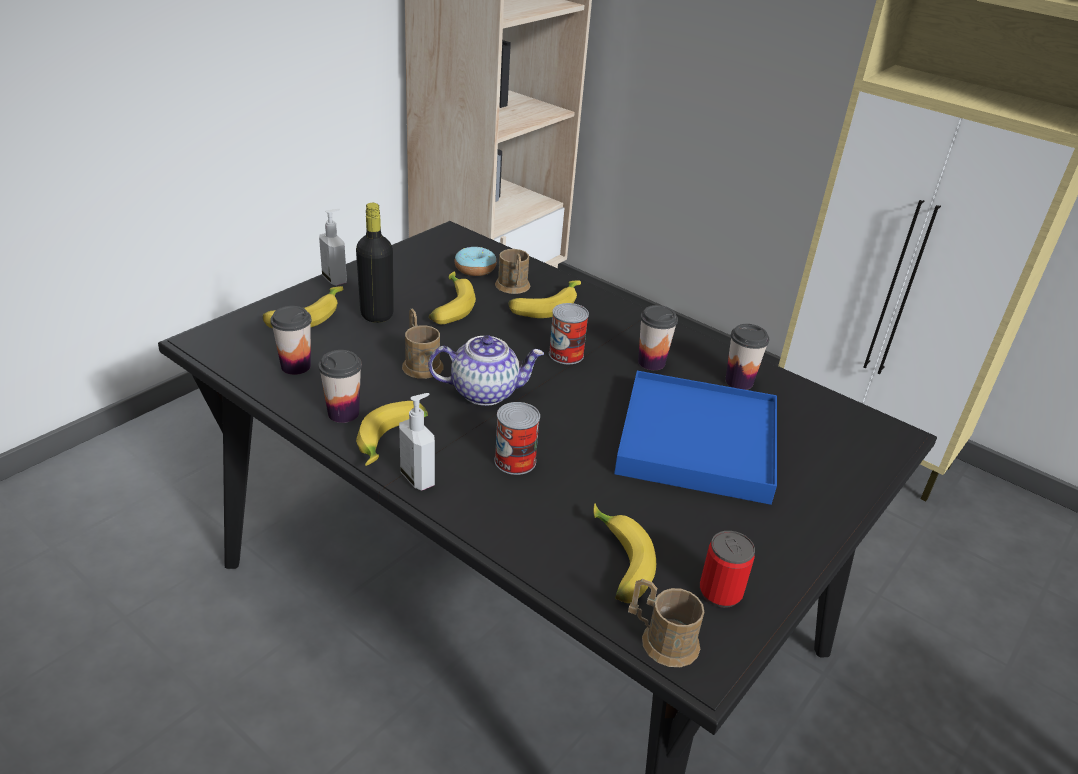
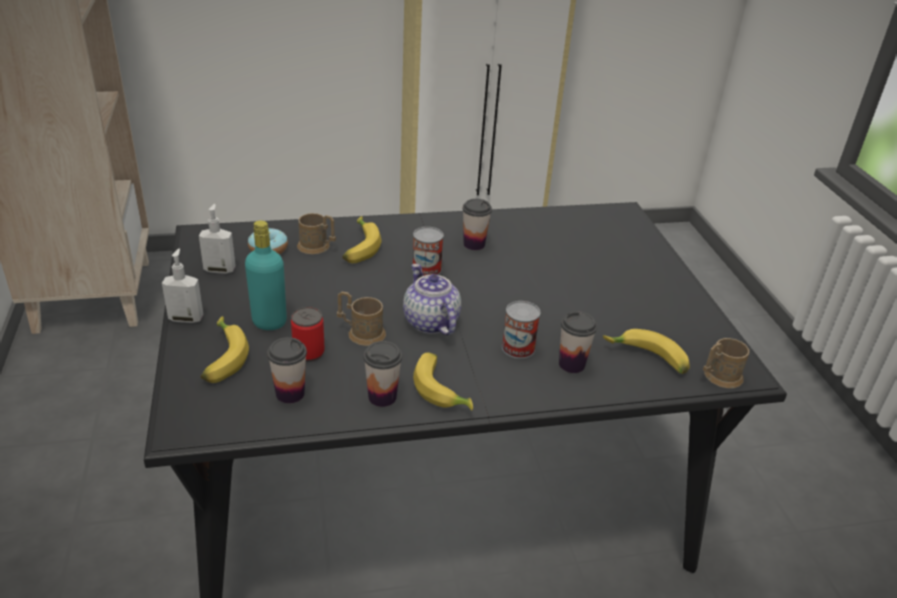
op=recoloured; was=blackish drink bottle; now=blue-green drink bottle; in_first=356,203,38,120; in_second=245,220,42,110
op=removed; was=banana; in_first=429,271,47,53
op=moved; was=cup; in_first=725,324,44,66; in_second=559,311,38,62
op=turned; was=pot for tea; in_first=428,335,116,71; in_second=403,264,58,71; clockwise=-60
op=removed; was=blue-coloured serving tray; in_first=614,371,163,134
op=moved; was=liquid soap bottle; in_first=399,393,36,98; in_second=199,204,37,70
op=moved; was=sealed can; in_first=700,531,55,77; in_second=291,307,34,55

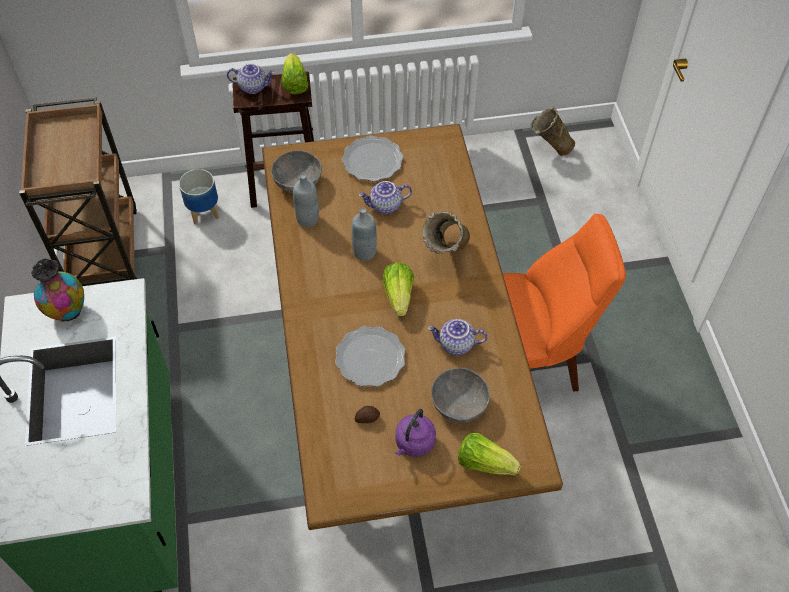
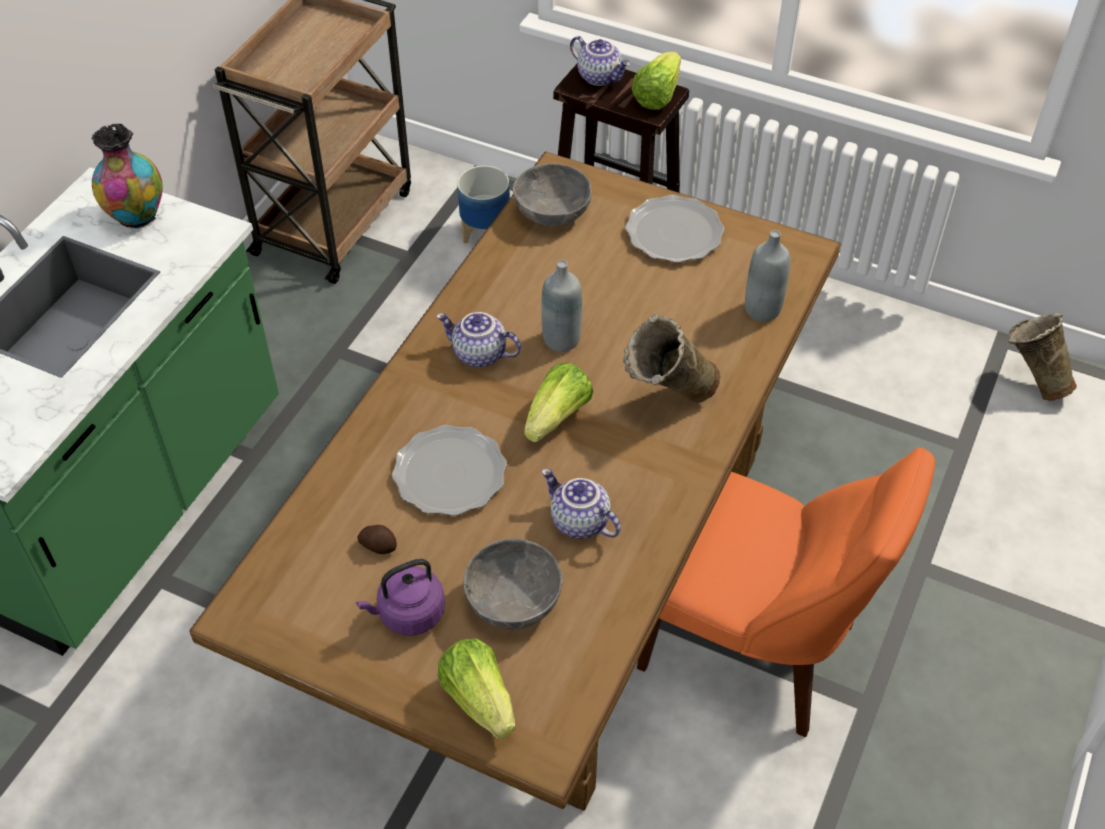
op=moved; was=greyish drink bottle; in_first=293,174,26,53; in_second=745,230,45,92
op=moved; was=pot for tea; in_first=359,181,53,33; in_second=436,312,85,55

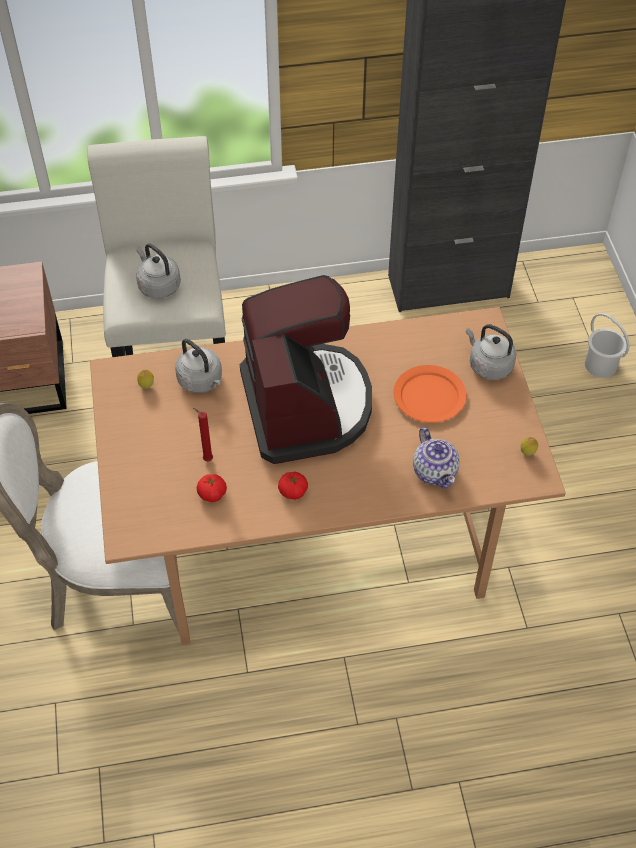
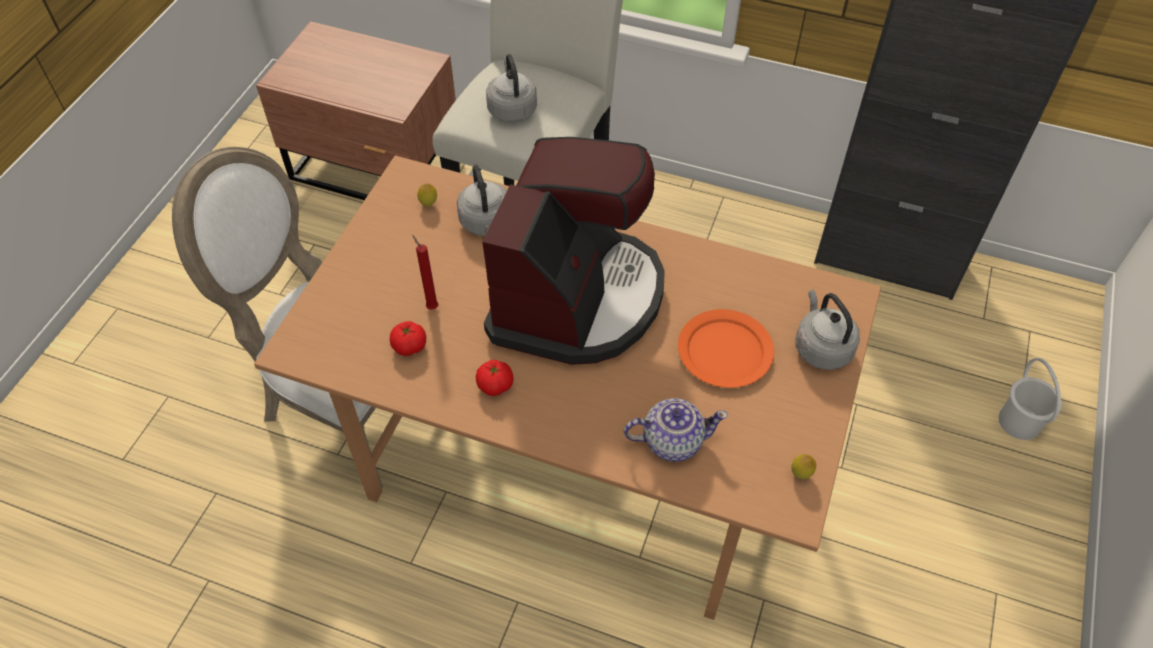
op=turned; was=pot for tea; in_first=413,427,47,62; in_second=624,398,104,64; clockwise=-105

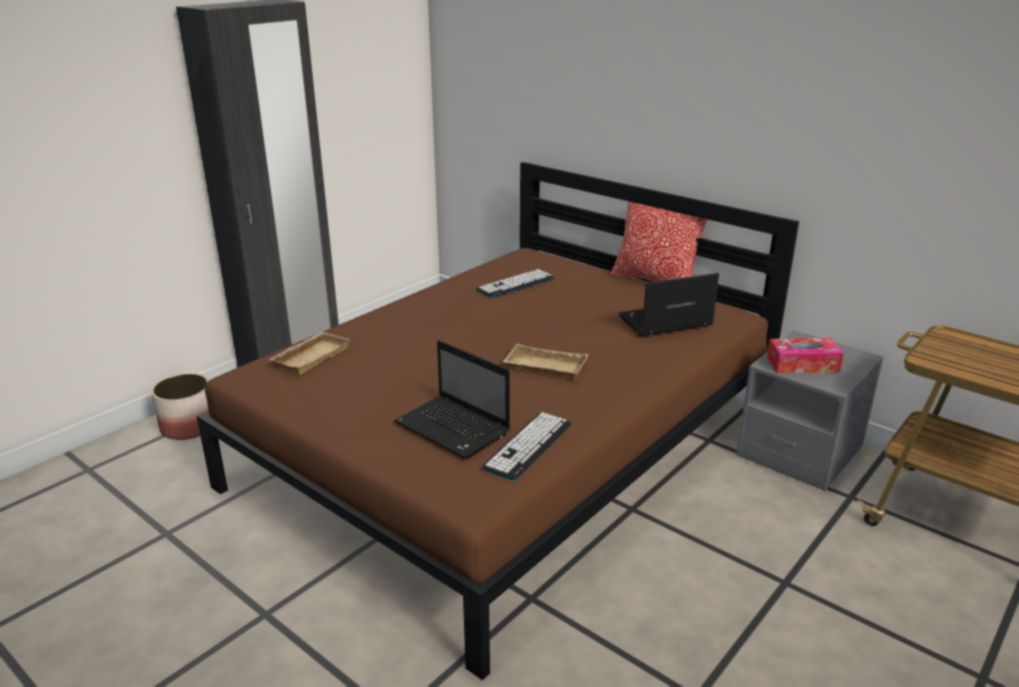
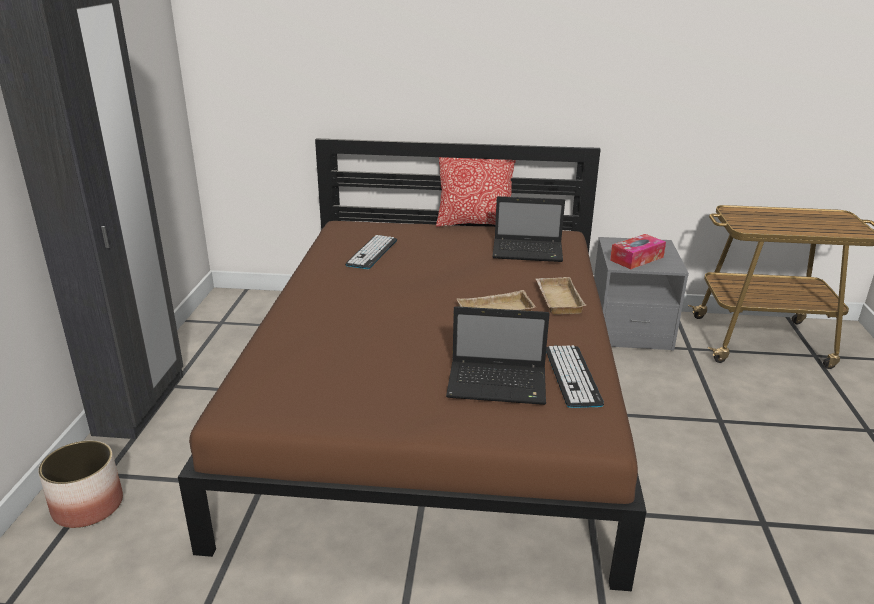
op=turned; was=portable computer; in_first=619,273,100,63; in_second=493,196,72,66; clockwise=-120
op=moved; was=sand-coloured serving tray; in_first=270,332,81,43; in_second=536,277,50,38

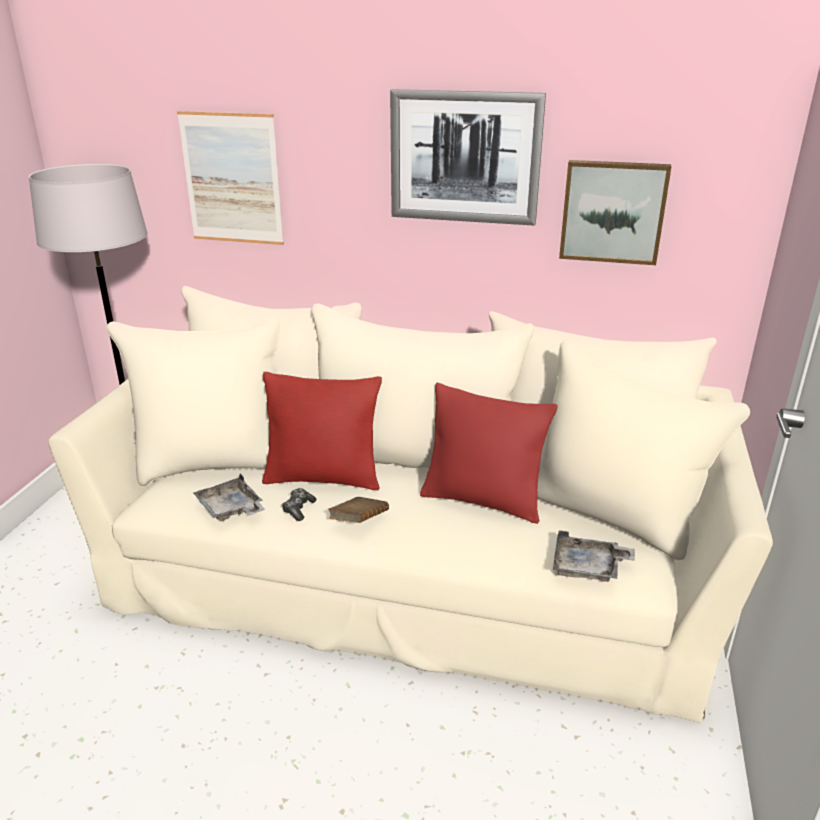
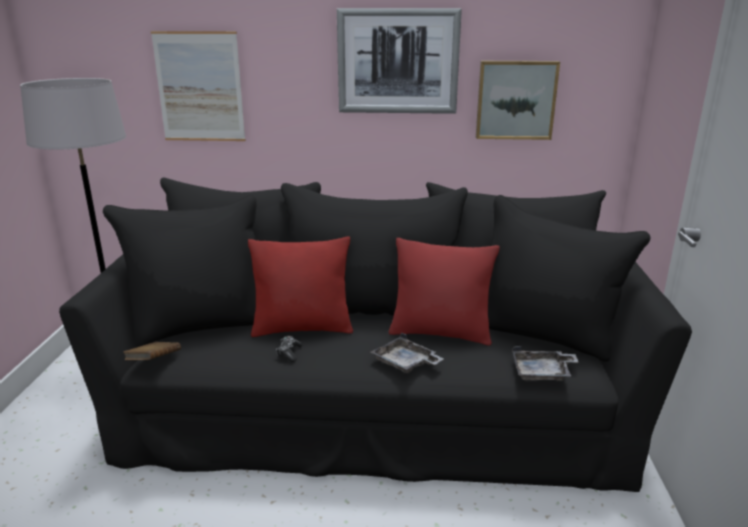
op=recoloured; was=sand-coloured couch; now=blackish couch; in_first=48,286,725,436; in_second=59,178,633,314
op=moved; was=greyish serving tray; in_first=193,474,72,47; in_second=371,333,72,40
op=moved; was=brown bound book; in_first=328,497,61,26; in_second=123,342,58,18

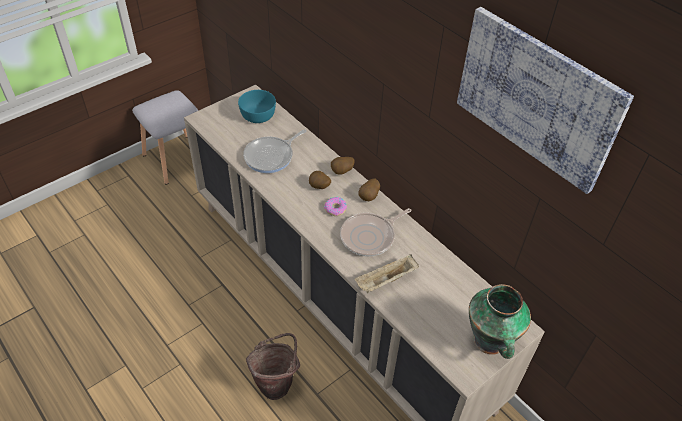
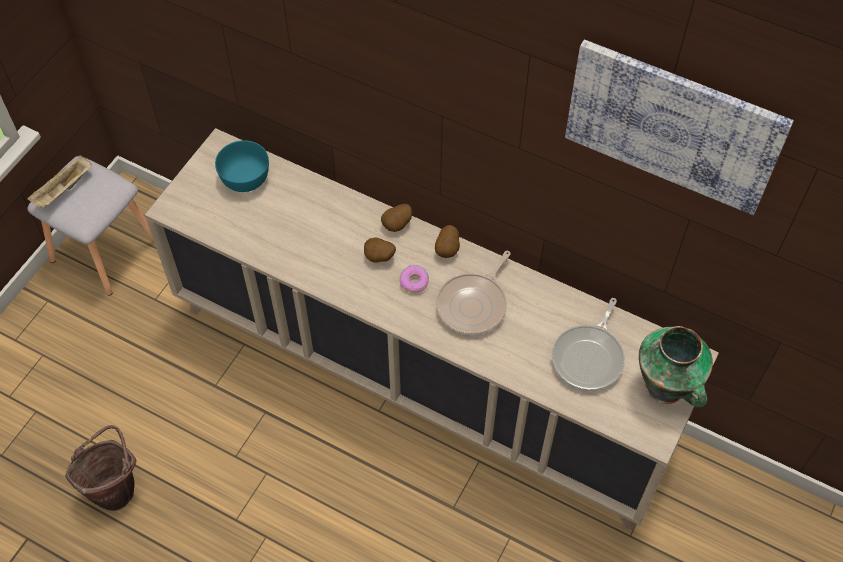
op=moved; was=pan; in_first=243,129,63,44; in_second=552,298,73,93
op=moved; was=sand-coloured serving tray; in_first=355,255,64,38; in_second=27,155,65,53
op=moved; was=brown bucket; in_first=246,333,54,67; in_second=65,425,71,86

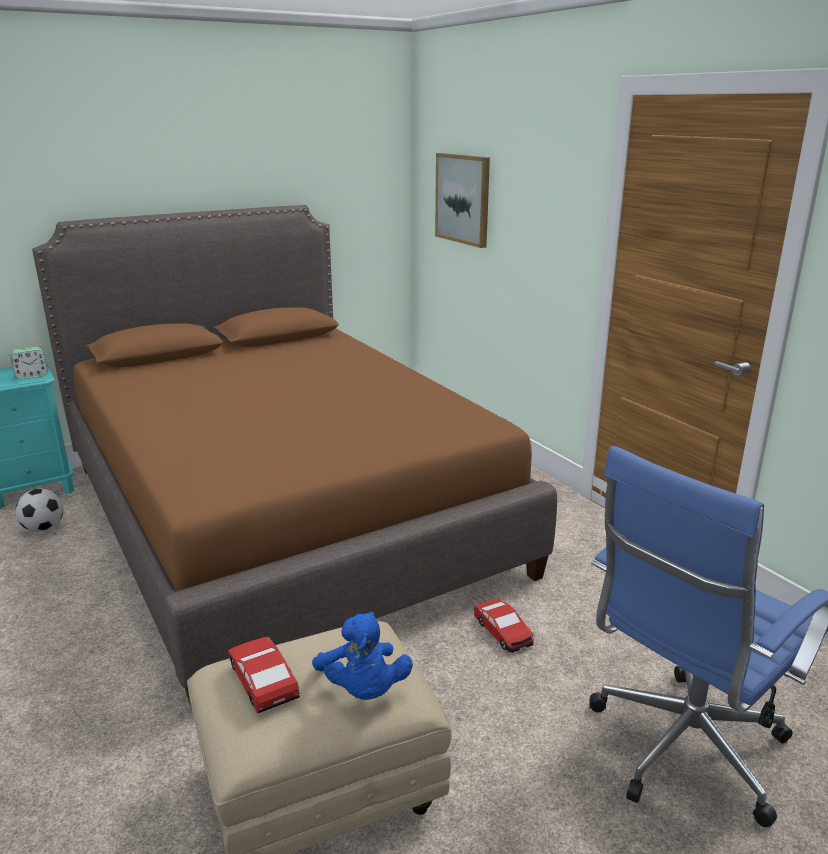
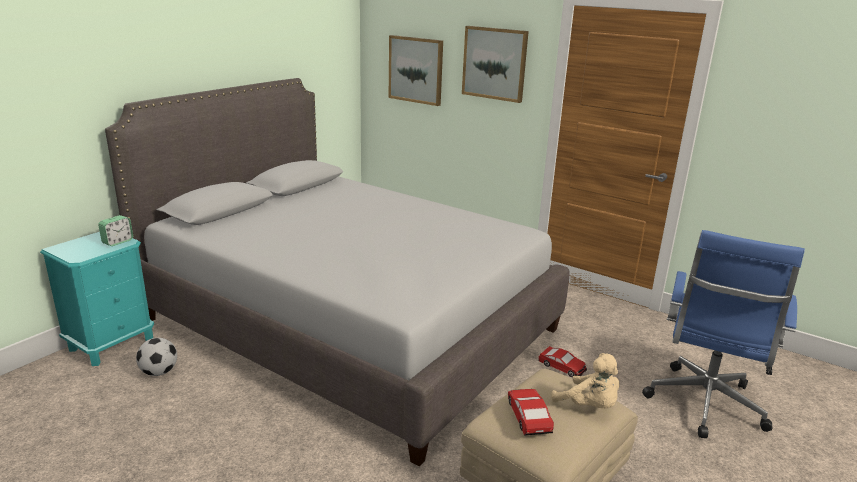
op=recoloured; was=brown sleeping bed; now=greyish sleeping bed; in_first=32,205,525,501; in_second=105,78,464,388
op=recoloured; was=blue-coloured soft toy; now=sand-coloured soft toy; in_first=312,612,101,88; in_second=551,353,68,55
op=turned; was=model car; in_first=228,637,72,76; in_second=508,389,46,46; clockwise=45
op=added; now=wall picture; in_second=462,26,67,77

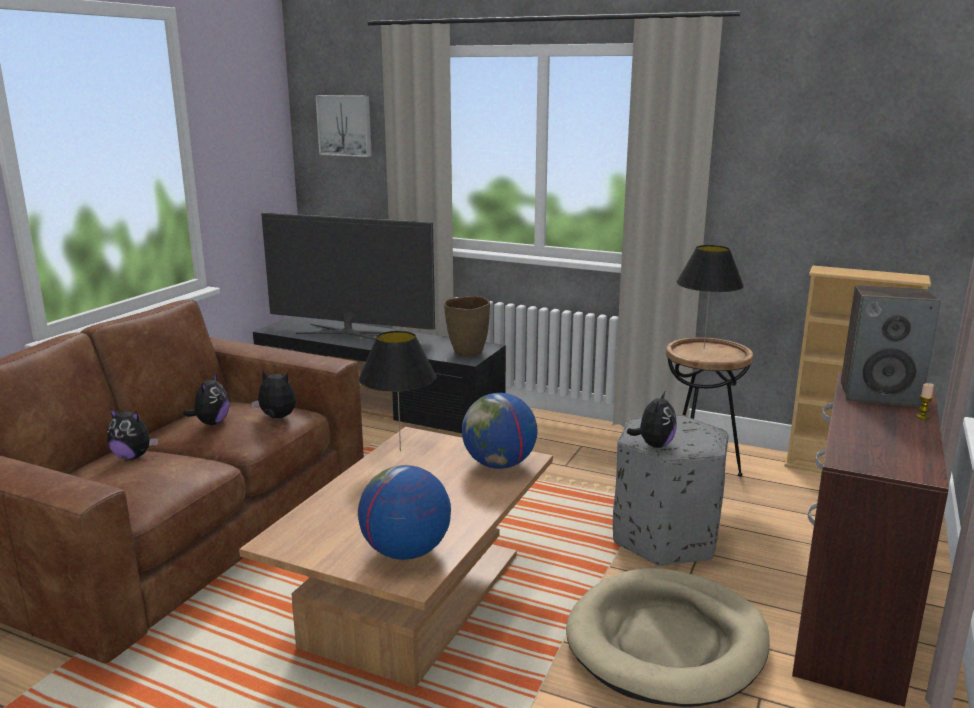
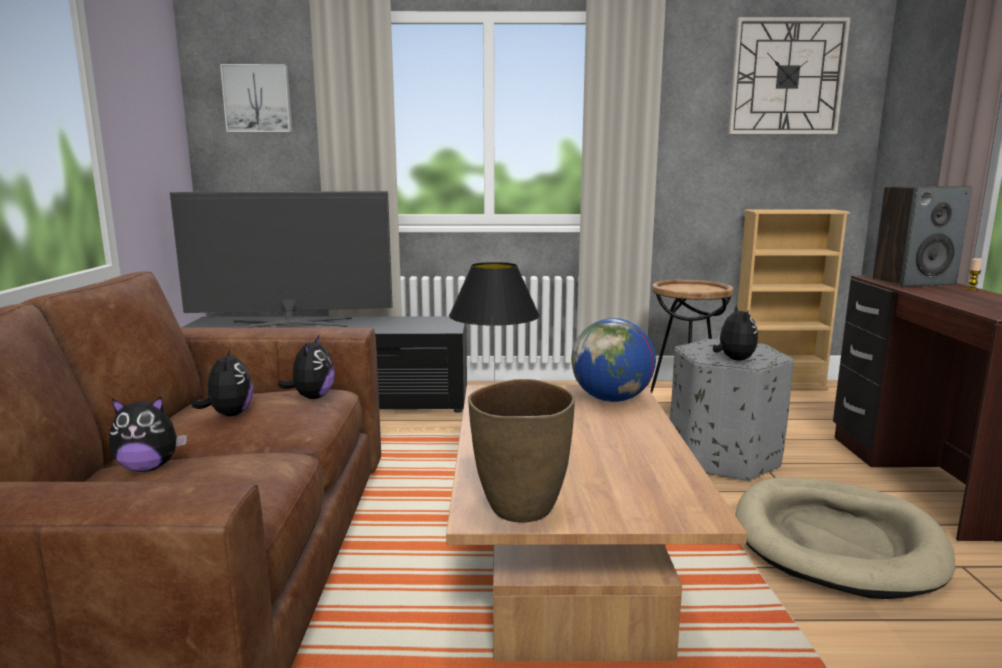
op=removed; was=blackish tabletop lamp; in_first=677,245,67,104
op=moved; was=brown vase; in_first=444,296,46,60; in_second=468,379,107,144
op=turned; was=soft toy; in_first=251,370,45,48; in_second=278,335,57,64; clockwise=105
op=removed; was=world globe; in_first=358,465,93,95
op=added; now=clock on the wall; in_second=728,17,123,117

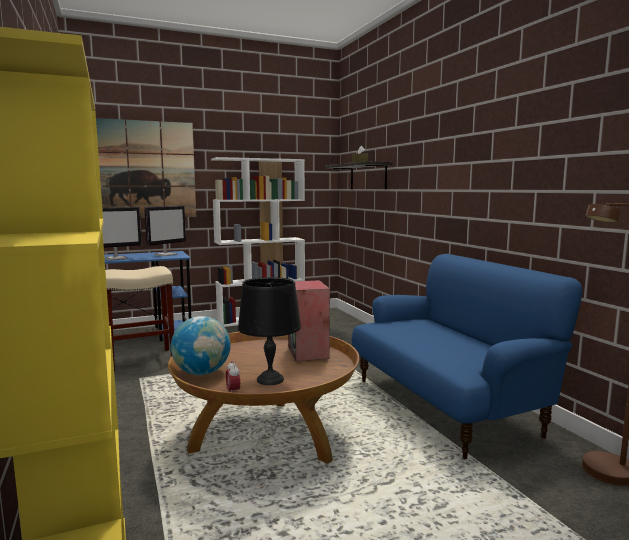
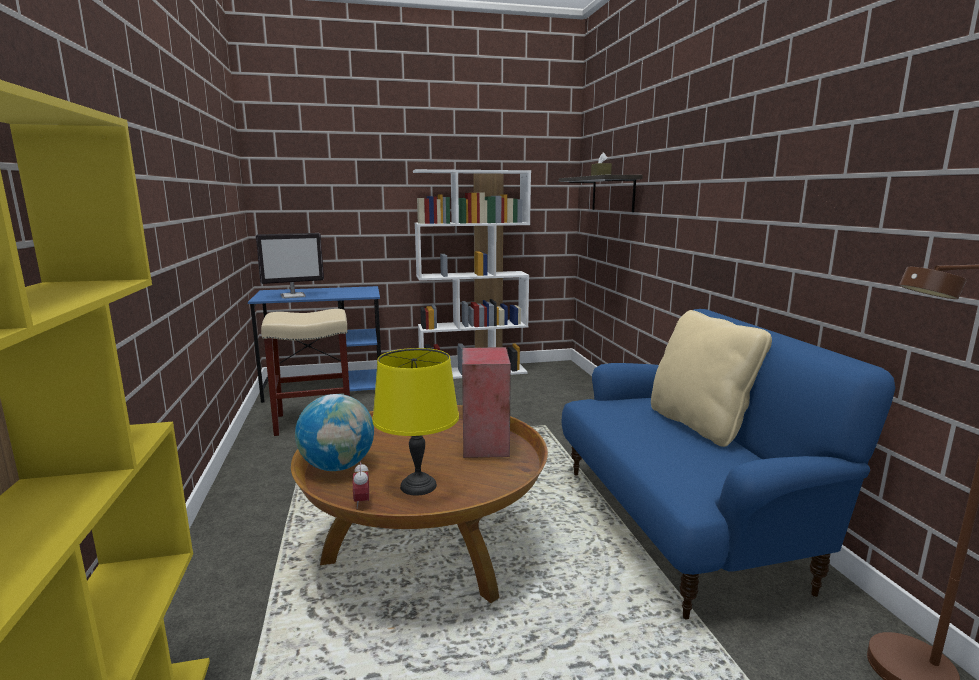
op=removed; was=wall picture; in_first=96,118,100,100
op=removed; was=monitor; in_first=144,205,42,51
op=recoloured; was=blackish tabletop lamp; now=yellow-coloured tabletop lamp; in_first=238,277,63,108; in_second=373,348,86,148
op=added; now=sand-coloured pillow; in_second=651,310,121,137

